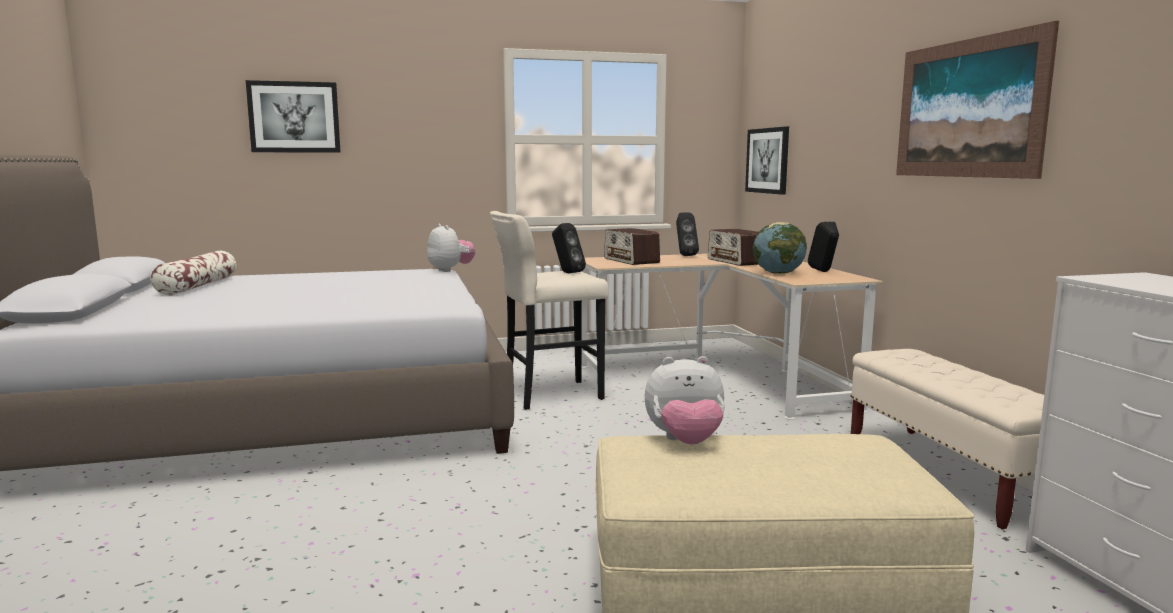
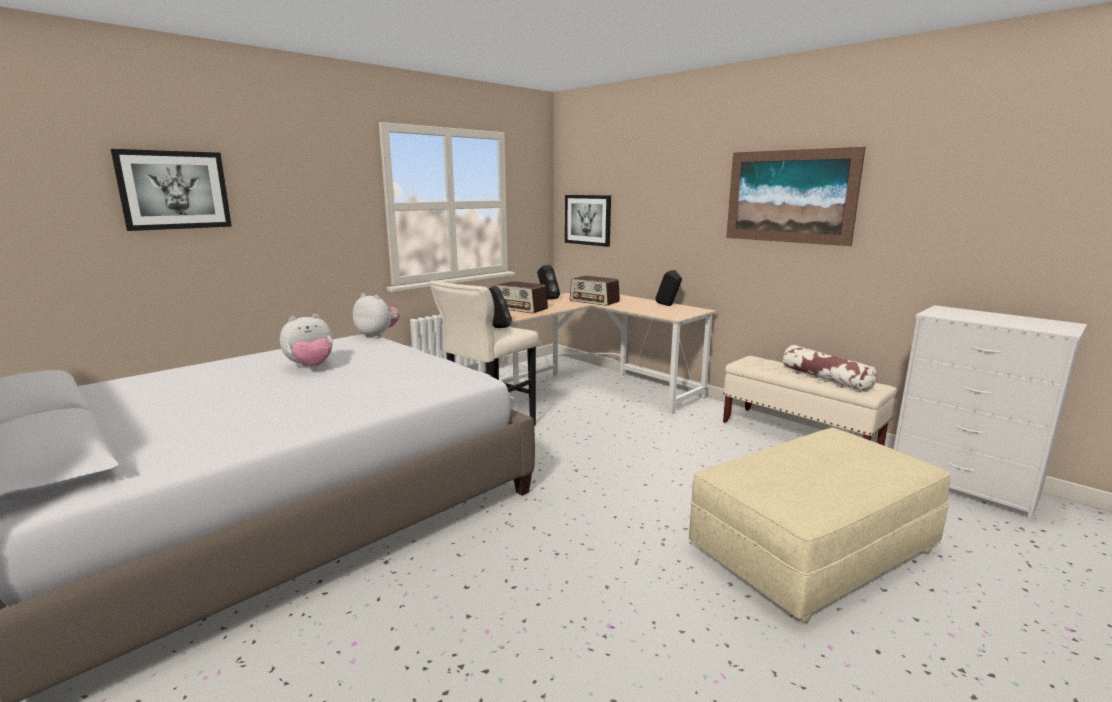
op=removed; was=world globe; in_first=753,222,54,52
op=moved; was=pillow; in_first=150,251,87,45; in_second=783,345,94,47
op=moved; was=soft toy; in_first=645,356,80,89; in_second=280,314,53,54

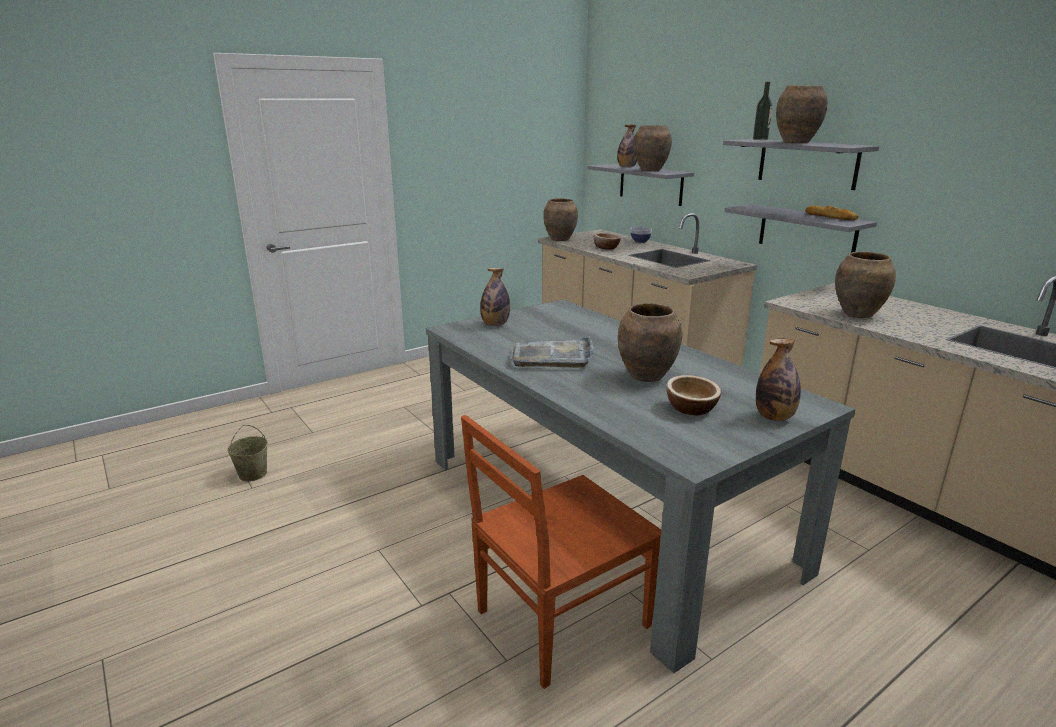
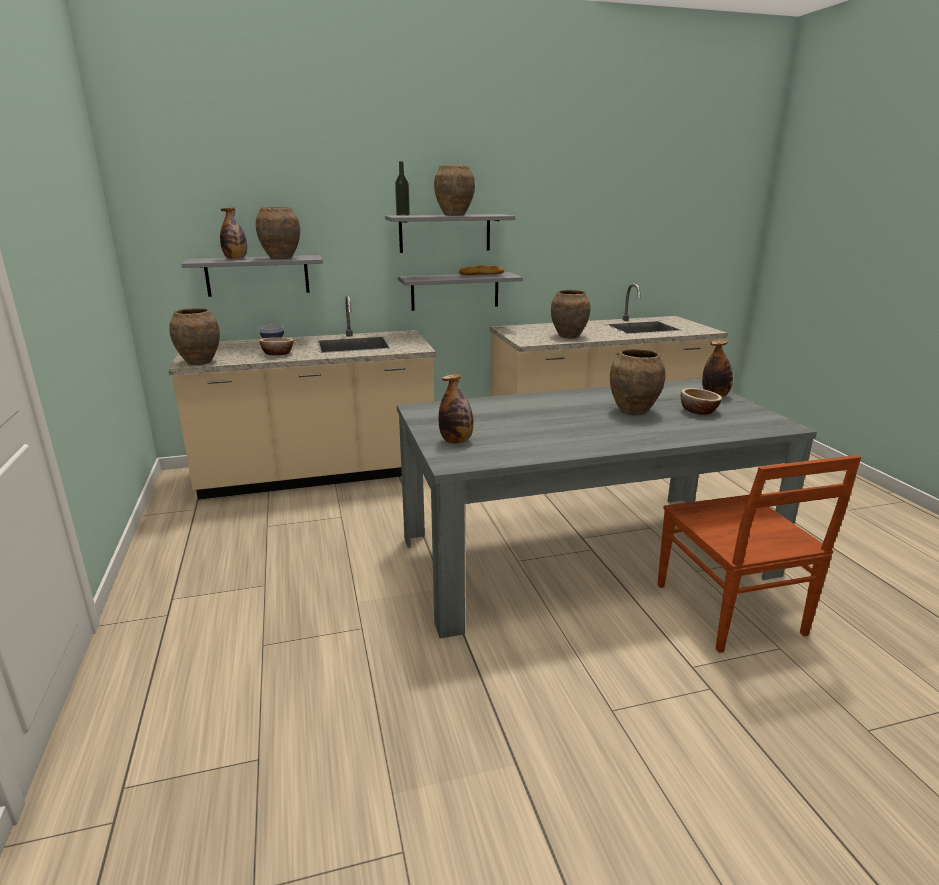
op=removed; was=greyish serving tray; in_first=511,336,83,32
op=removed; was=sand-coloured bucket; in_first=227,425,41,56

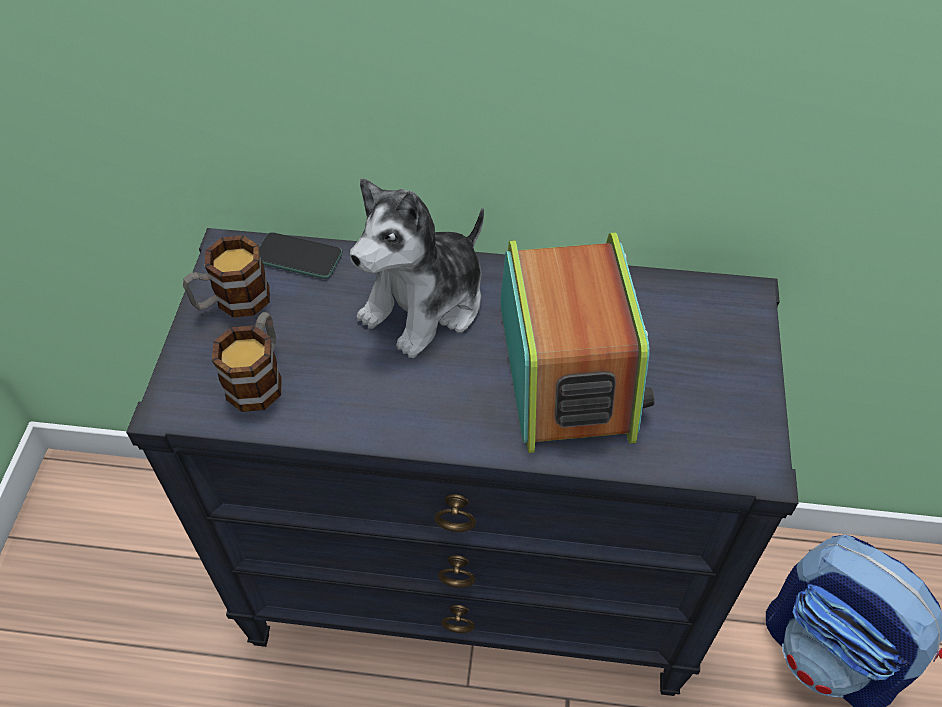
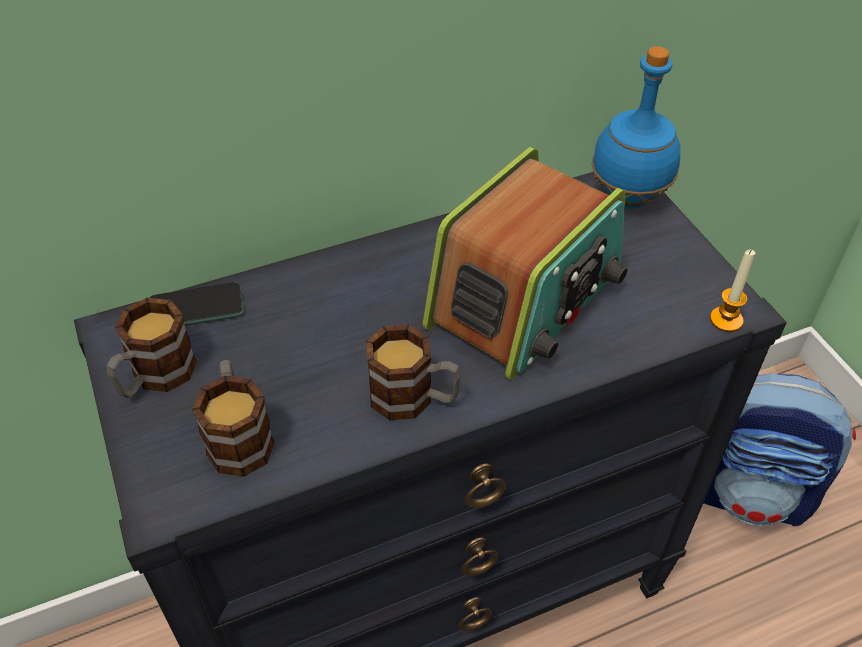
op=removed; was=soft toy; in_first=350,178,134,180
op=turned; was=radio; in_first=500,233,155,220; in_second=423,147,205,233; clockwise=75
op=added; now=blue-coloured drink bottle; in_second=592,46,89,163
op=added; now=candle; in_second=710,249,45,83
op=added; now=coffee mug; in_second=366,325,95,96

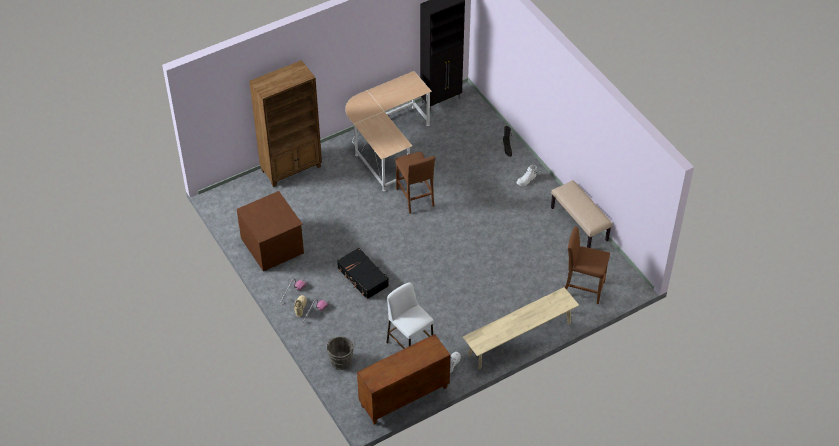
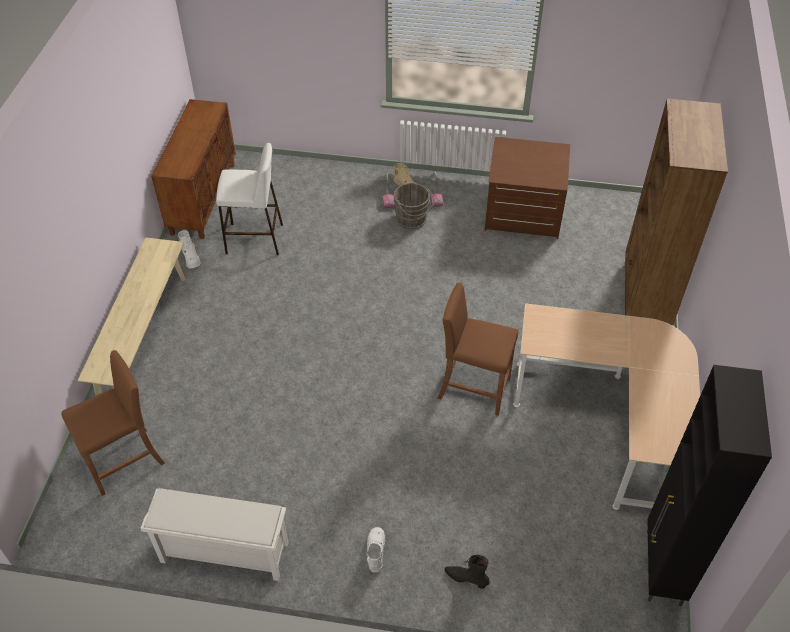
op=replaced; was=sand-coloured long seat; now=white shoe rack; in_first=551,180,61,68; in_second=140,488,149,93
op=removed; was=blackish piece of luggage; in_first=337,247,52,52
op=moved; was=greyish bucket; in_first=327,336,28,34; in_second=394,183,41,46

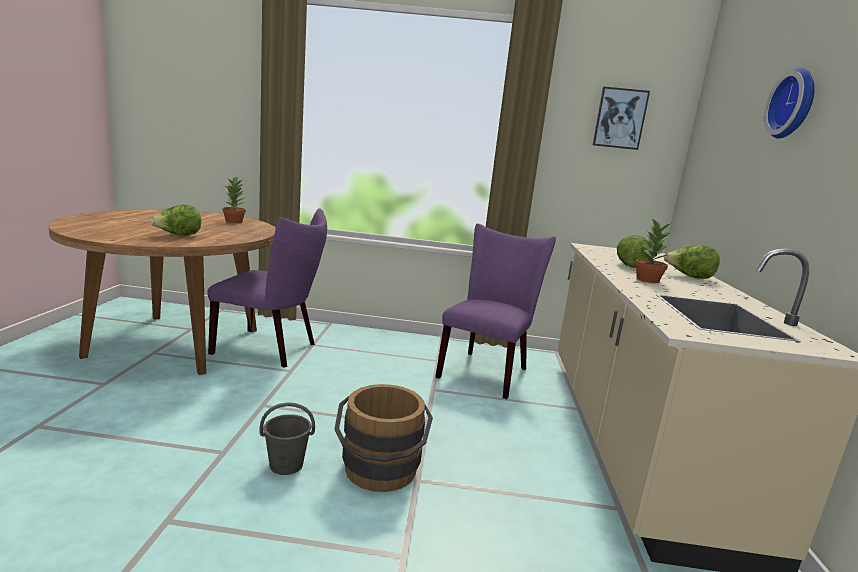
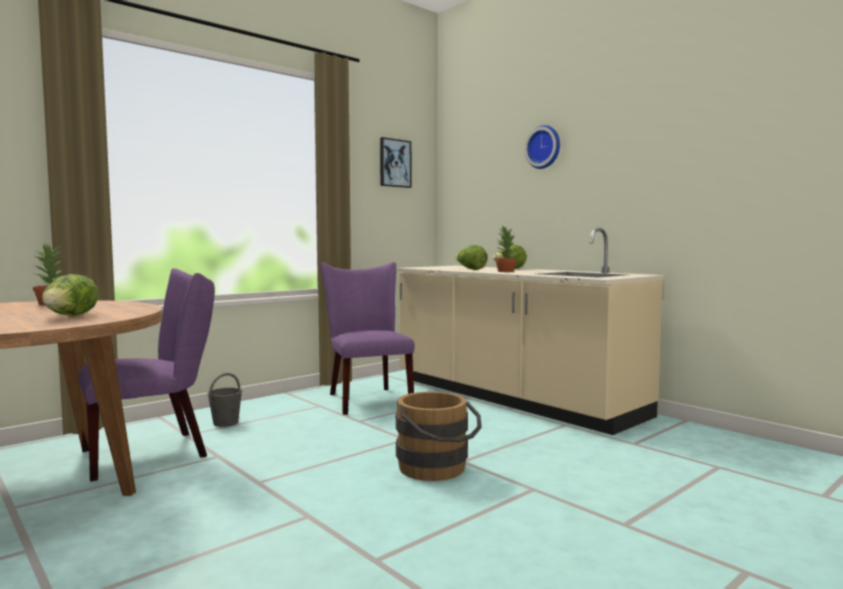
op=moved; was=greyish bucket; in_first=260,403,55,72; in_second=207,373,35,54

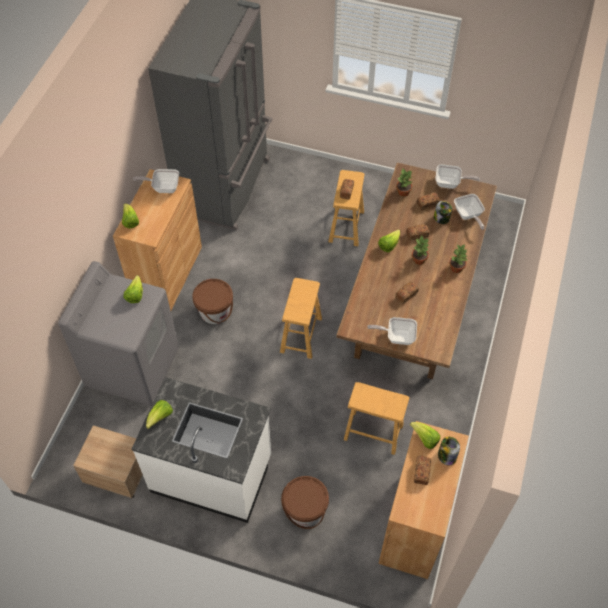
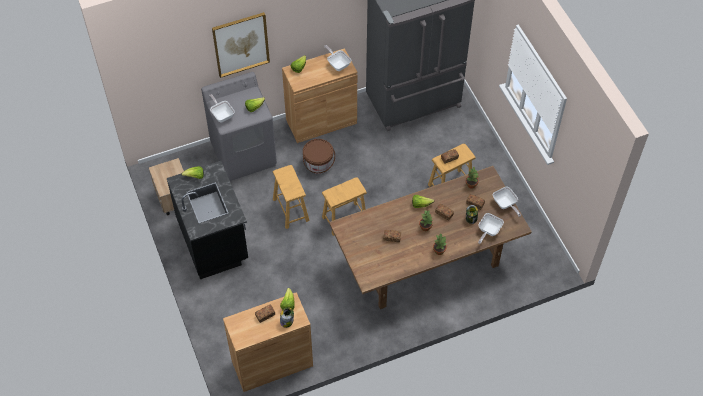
op=moved; was=pan; in_first=367,317,50,28; in_second=209,94,26,28
op=recoloured; was=white counter; now=blackish counter; in_first=132,377,139,146; in_second=167,161,81,118
op=moved; was=brown sitting stool; in_first=344,382,66,73; in_second=273,165,37,64
op=removed; was=brown bucket; in_first=281,476,48,53
op=added; now=wall picture; in_second=212,12,58,66

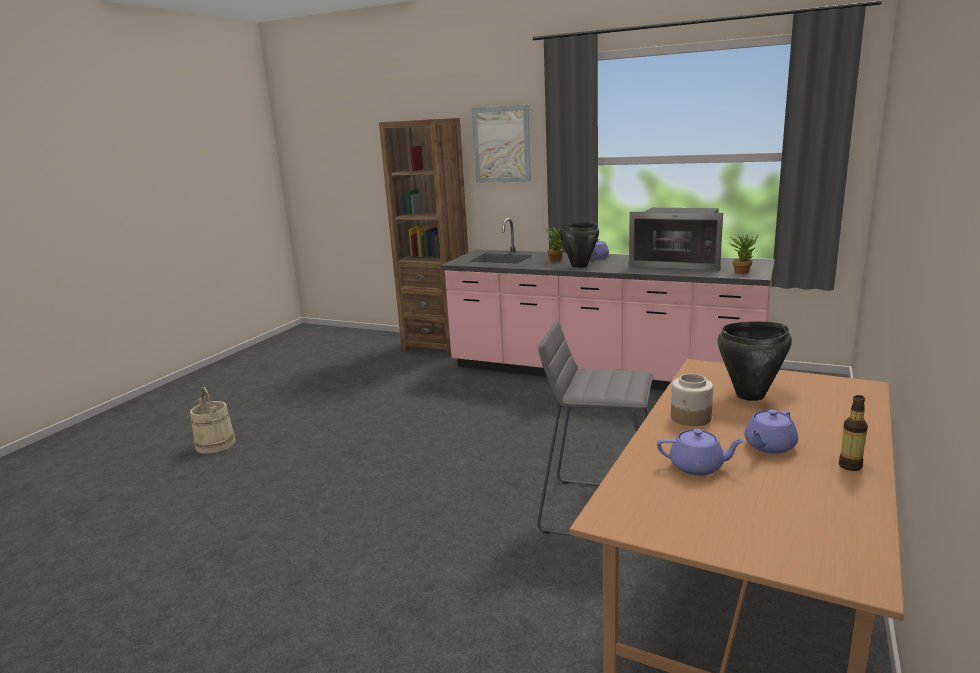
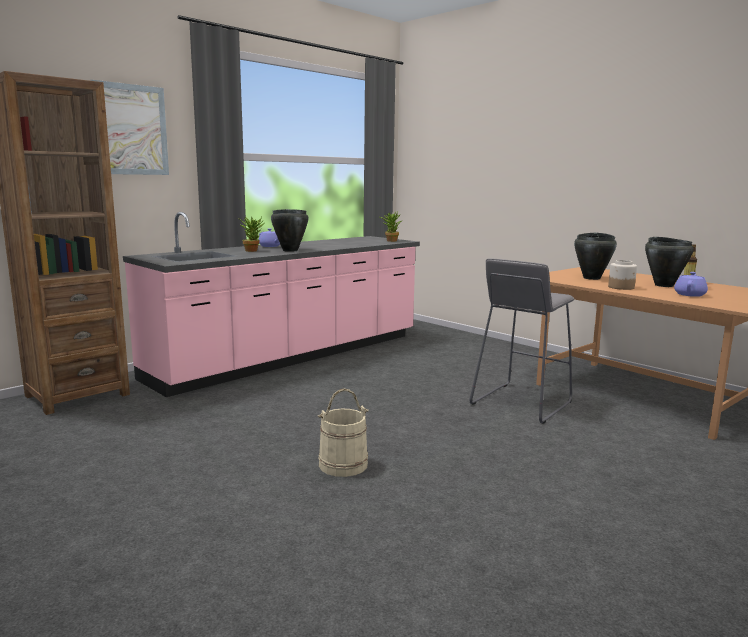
op=removed; was=kitchen microwave; in_first=629,208,94,63
op=moved; was=sand-coloured bucket; in_first=190,387,46,67; in_second=318,388,50,89
op=replaced; was=purplish pot for tea; now=blackish stockpot; in_first=745,409,53,45; in_second=645,237,49,50

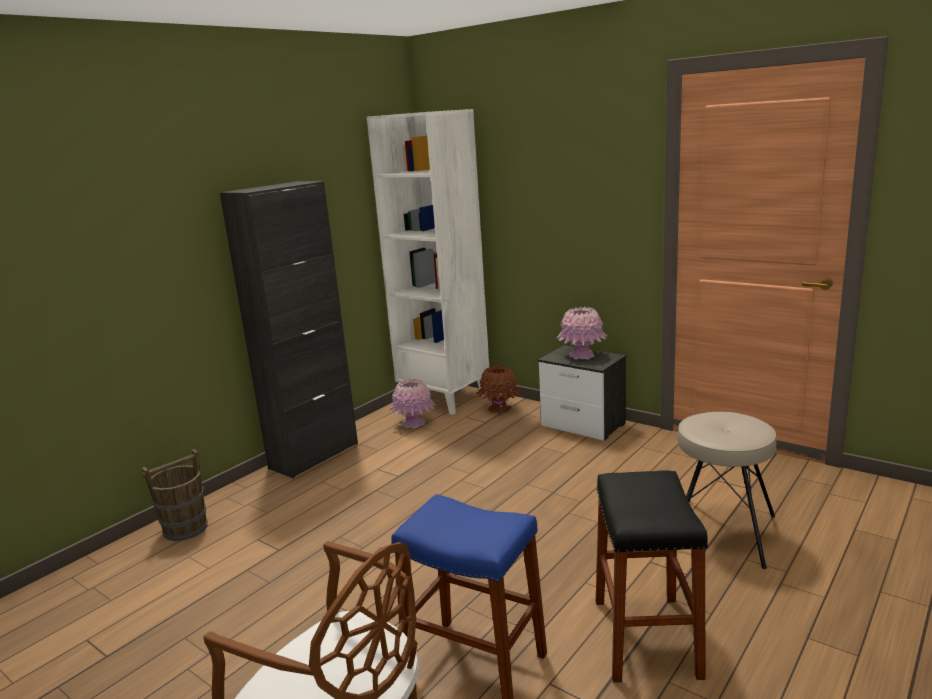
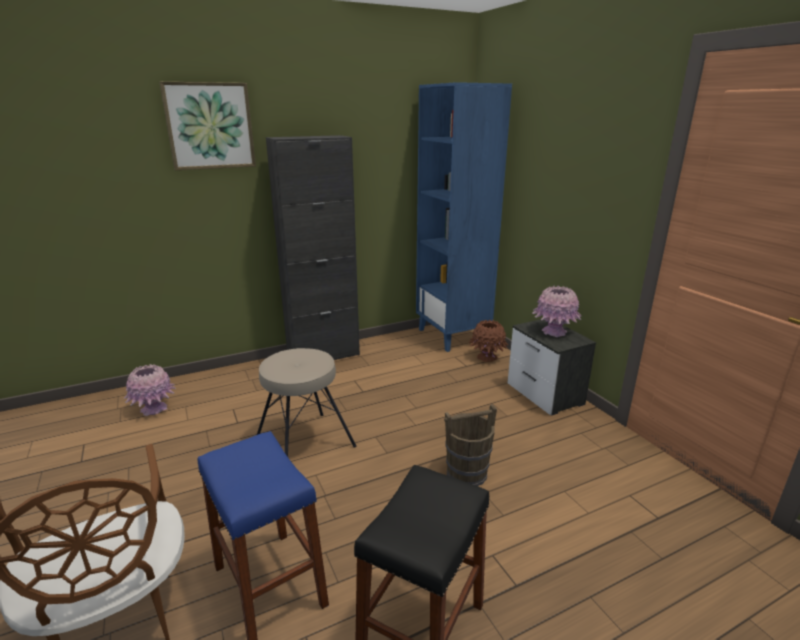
op=recoloured; was=white shelving unit; now=blue-coloured shelving unit; in_first=367,109,122,306; in_second=416,82,96,270
op=moved; was=pink-coloured vase; in_first=389,379,47,50; in_second=123,364,53,52
op=moved; was=sand-coloured sitting stool; in_first=677,412,99,157; in_second=257,348,100,109
op=moved; was=brown bucket; in_first=142,449,66,92; in_second=444,404,53,82
op=added; now=wall picture; in_second=159,81,97,89

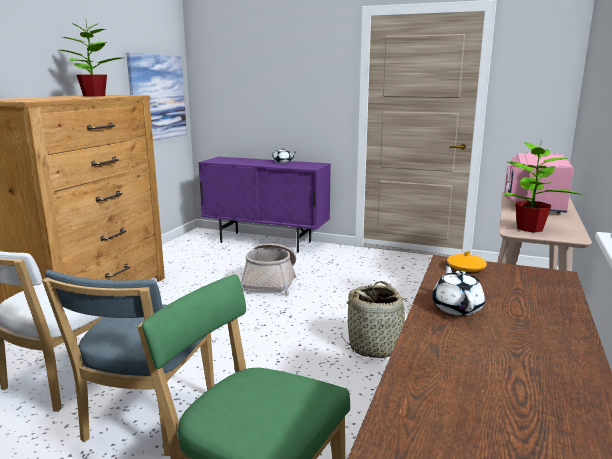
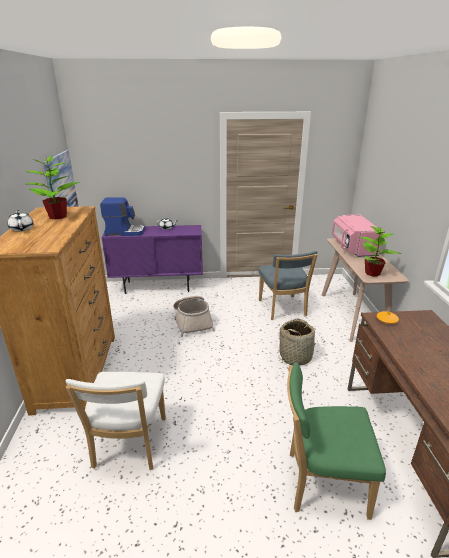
op=moved; was=white pot for tea; in_first=432,264,53,52; in_second=8,210,26,21
op=moved; was=blue-coloured upright chair; in_first=42,270,172,186; in_second=259,251,58,69
op=added; now=coffee maker; in_second=100,197,45,39

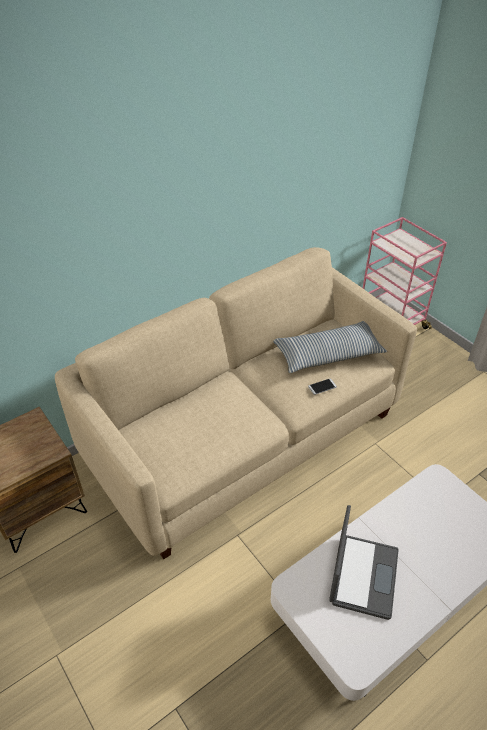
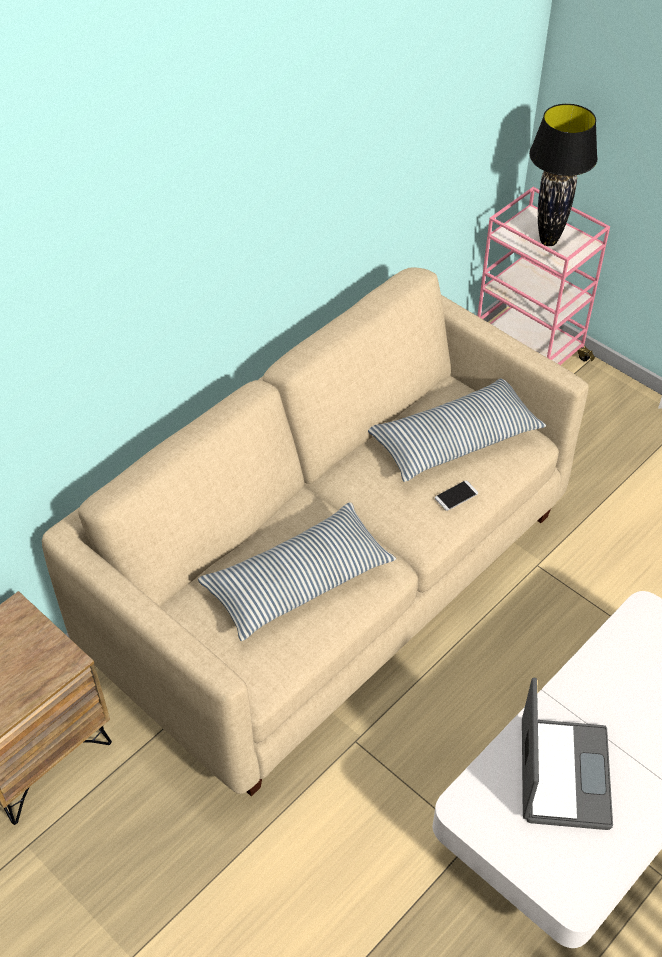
op=added; now=blackish tabletop lamp; in_second=529,104,69,142
op=added; now=pillow; in_second=198,502,198,139

